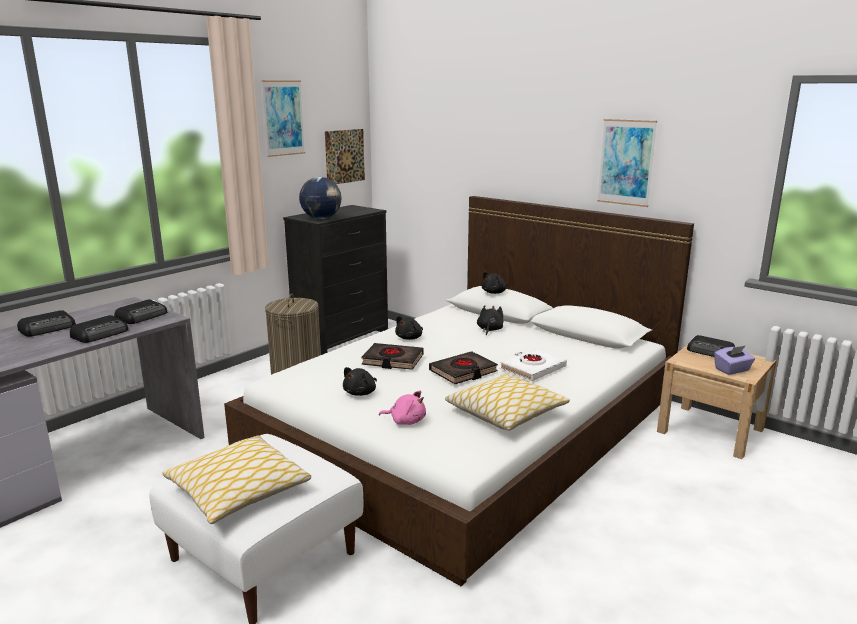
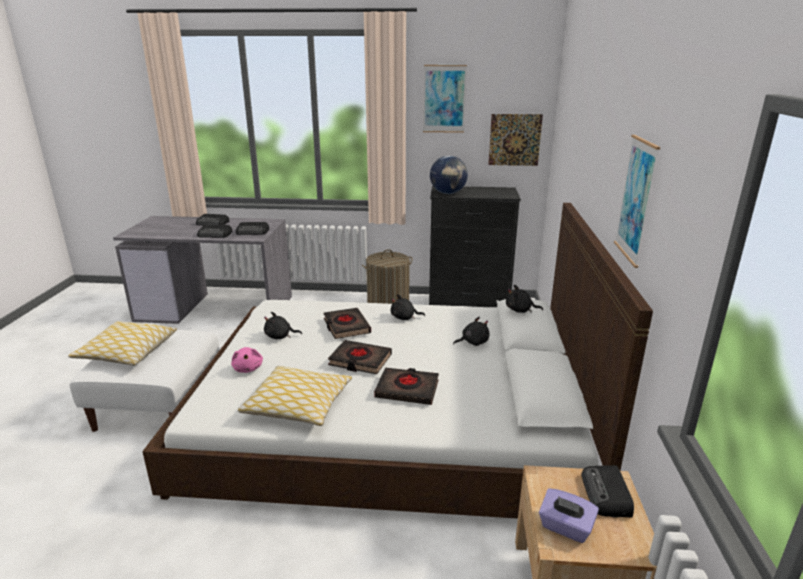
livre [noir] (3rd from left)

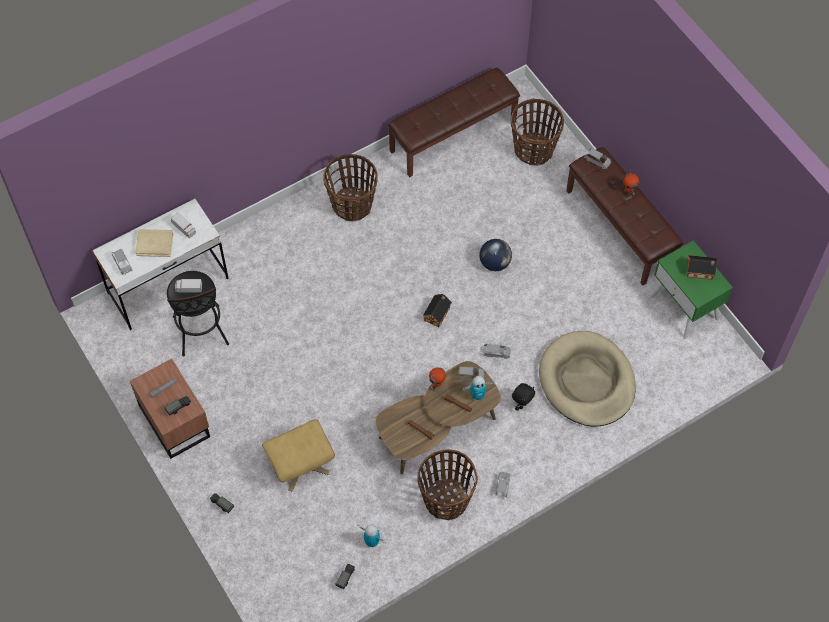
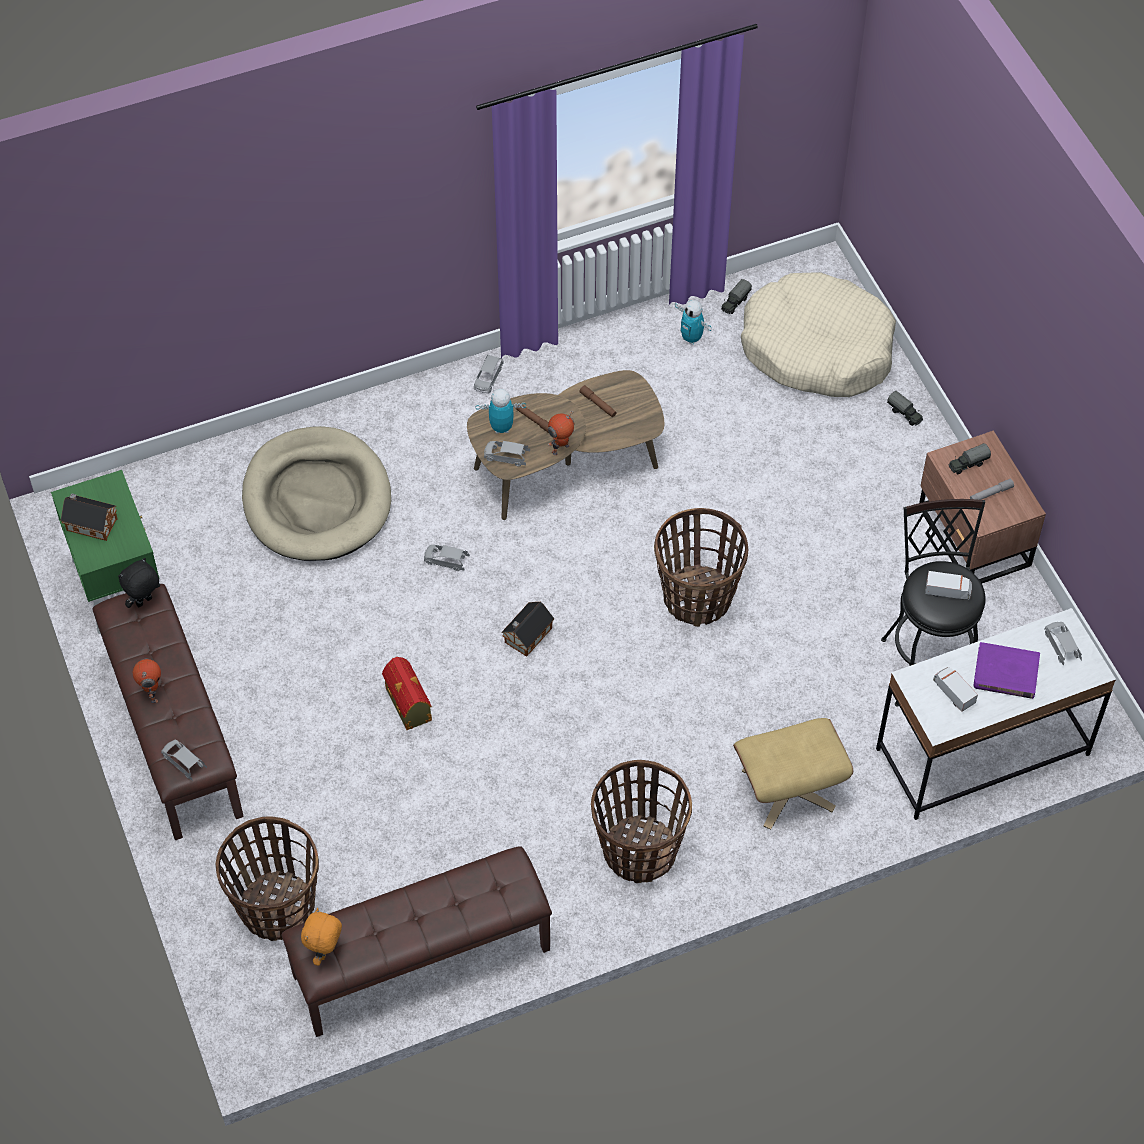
peluche [noir]
peluche [orange]
maison miniature (2nd from left)
panier (3rd from left)
pouf [beige]
panier pour chien [beige] (2nd from left)
livre [violet]

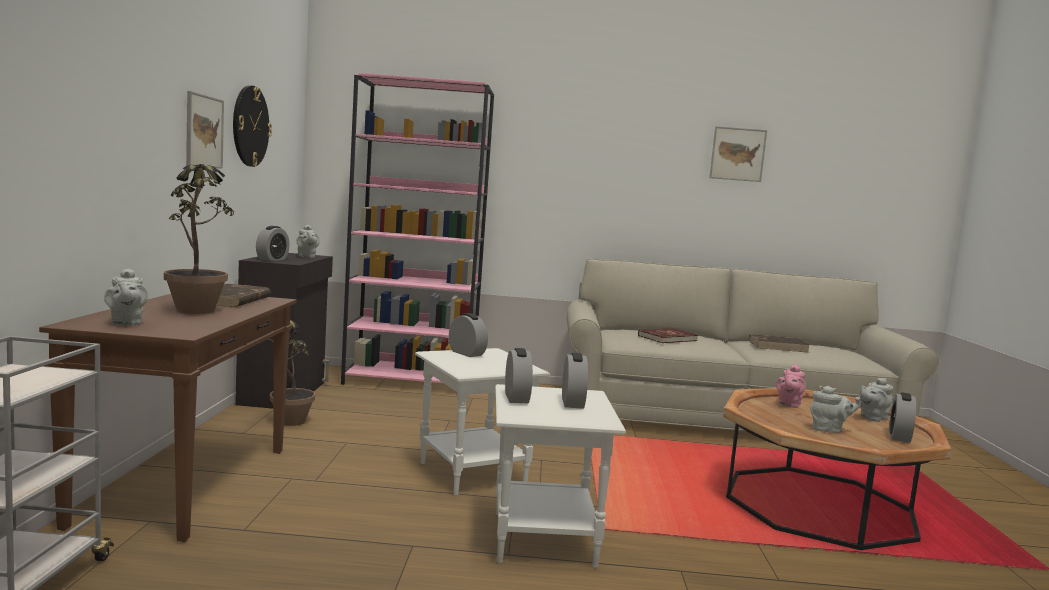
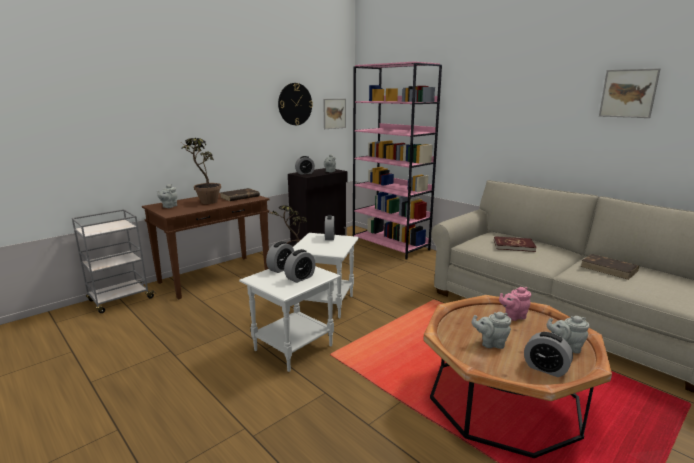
tableau (1st from left)
théière [gris] (3rd from left)
réveil (5th from left)

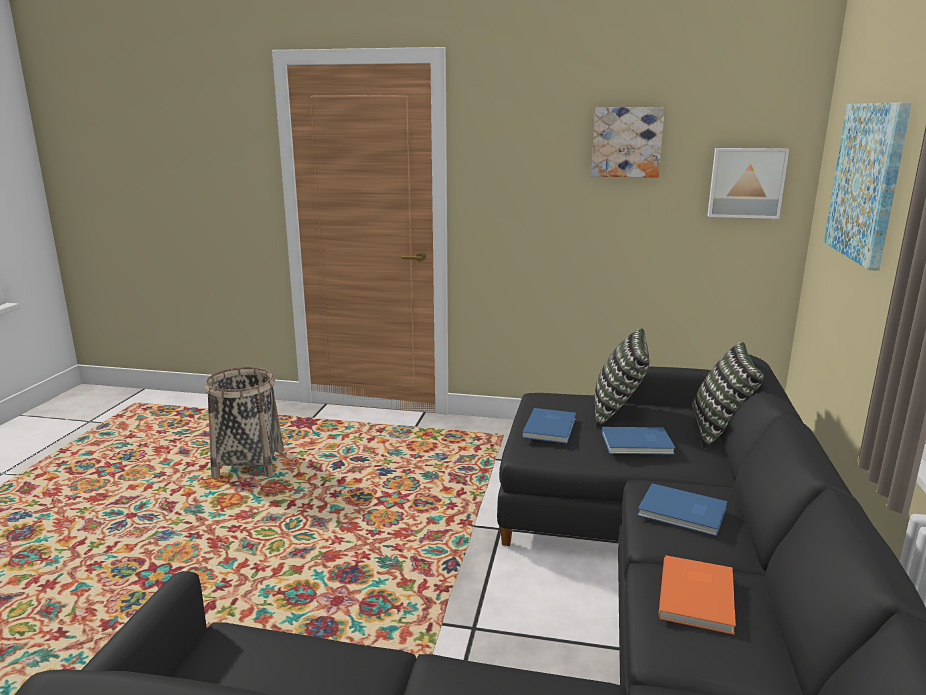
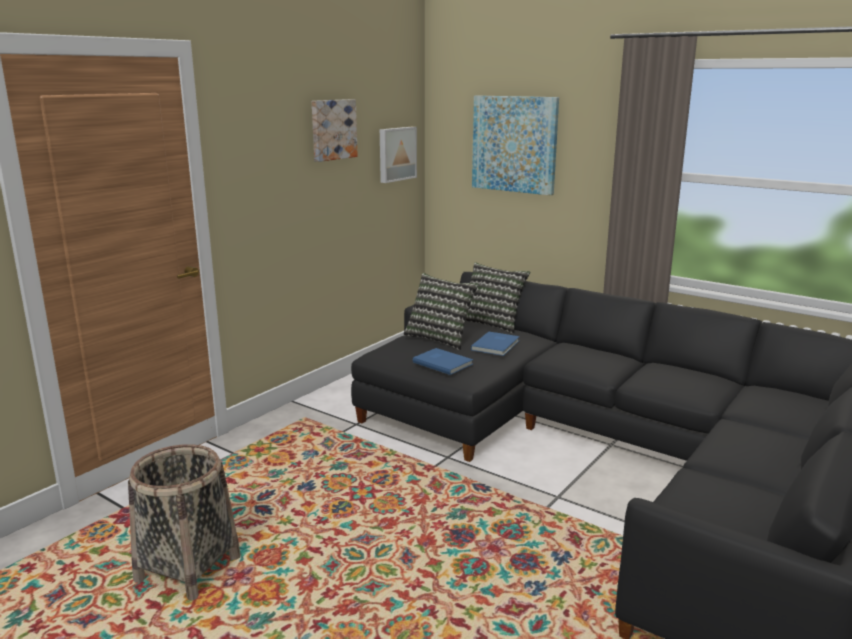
livre [bleu] (3rd from left in the first image)
livre [orange]

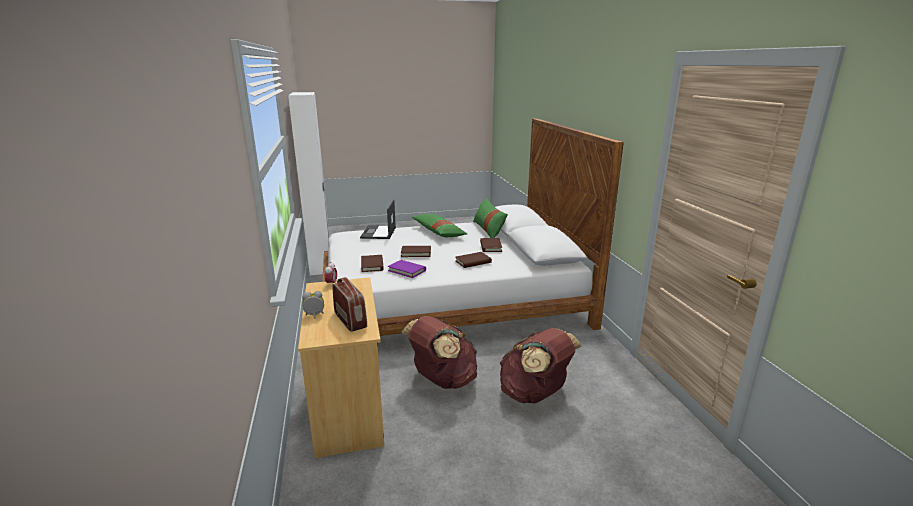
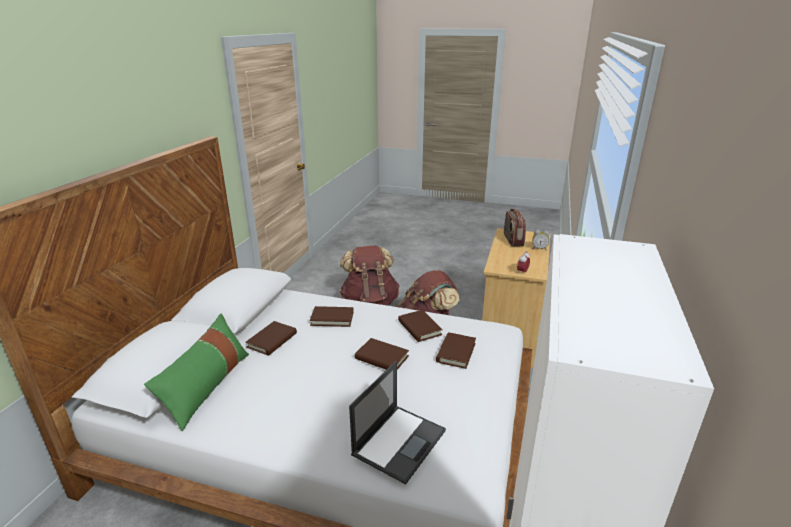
livre [marron] (4th from left)
coussin [vert] (1st from left in the first image)

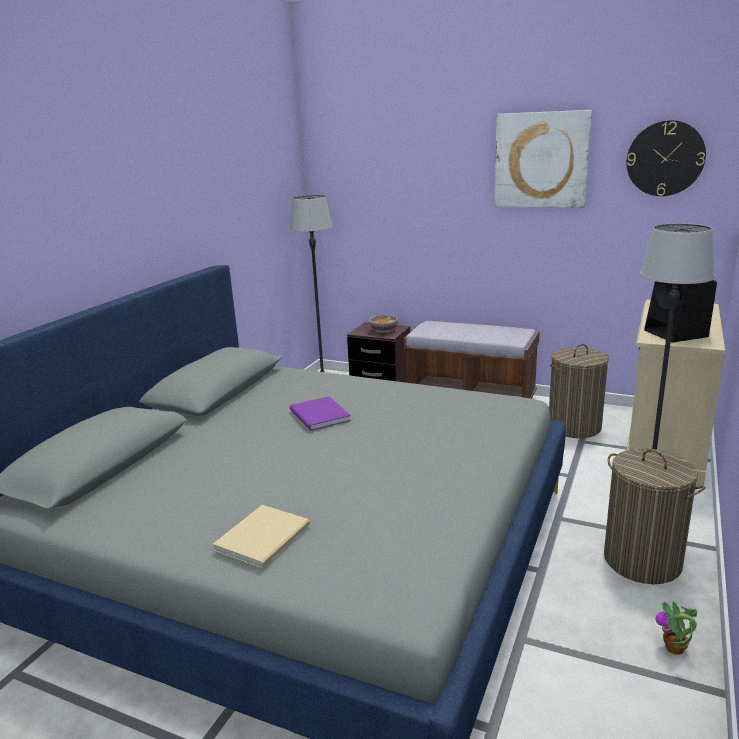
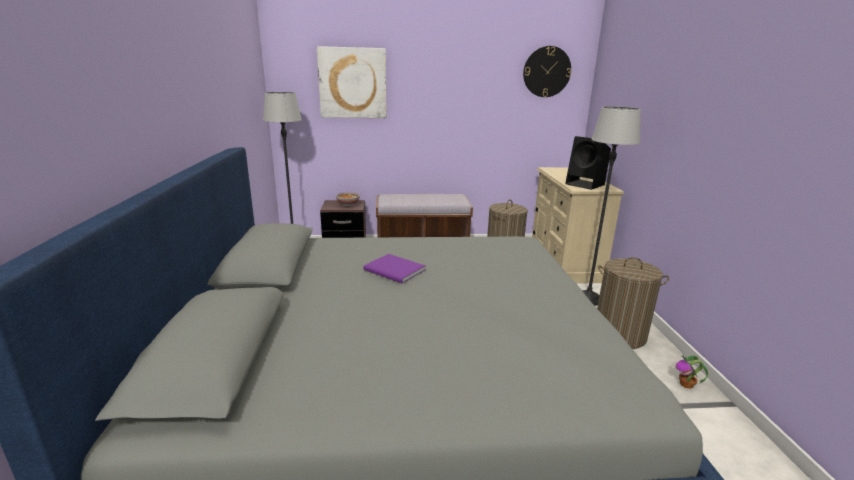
tableau
livre [beige]

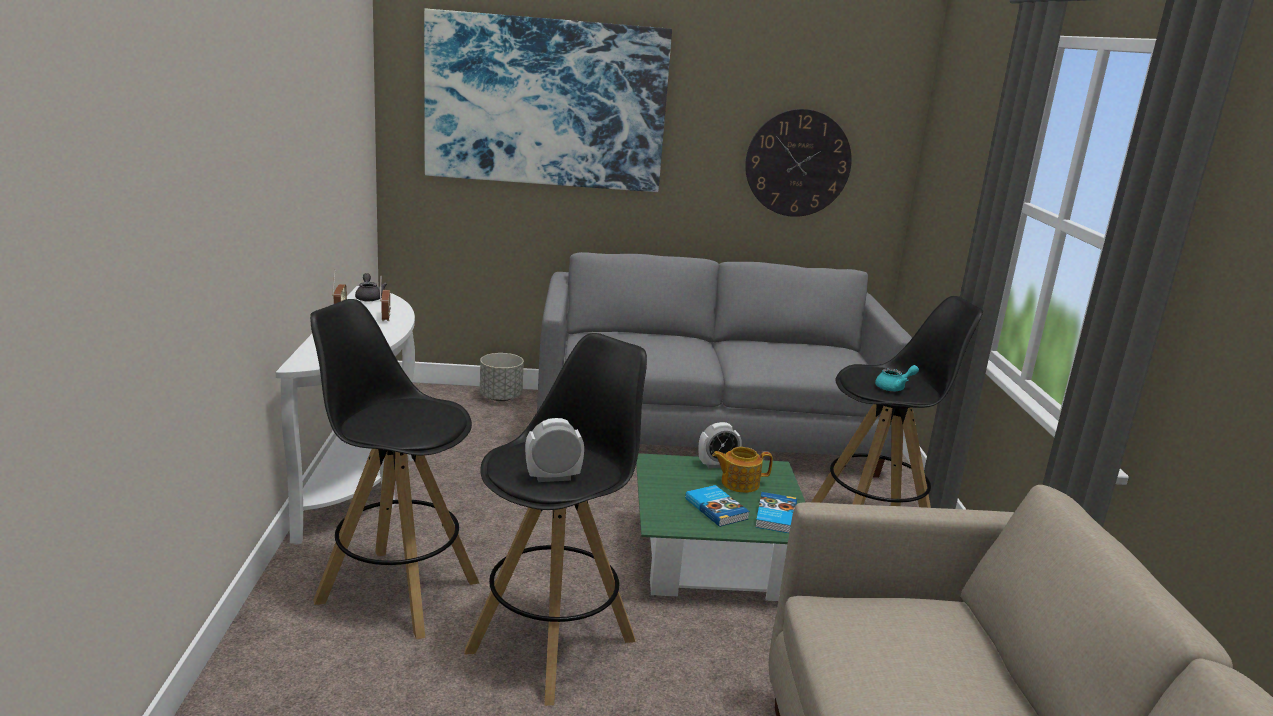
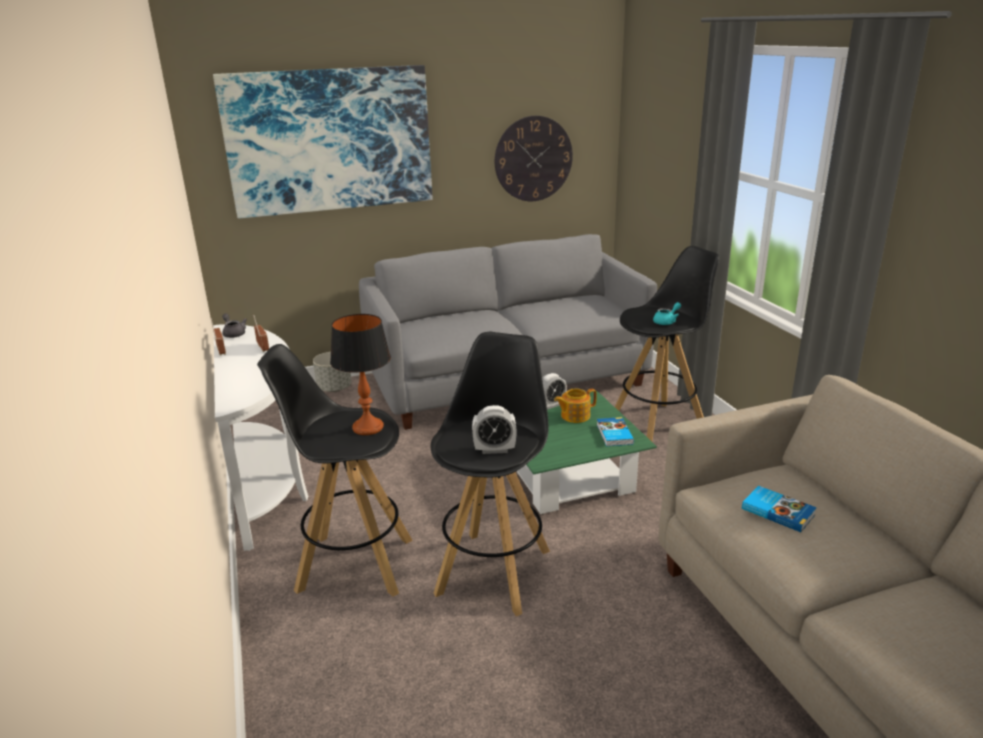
lampe de table
réveil (1st from left)
livre (2nd from left)

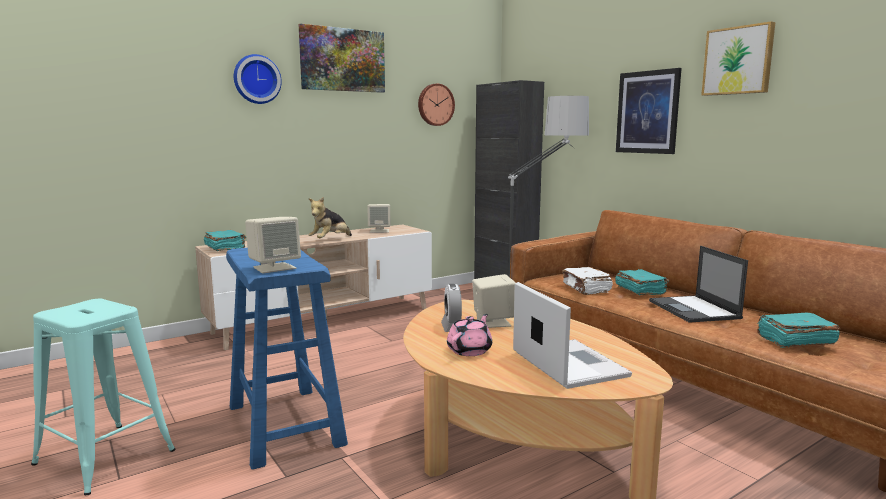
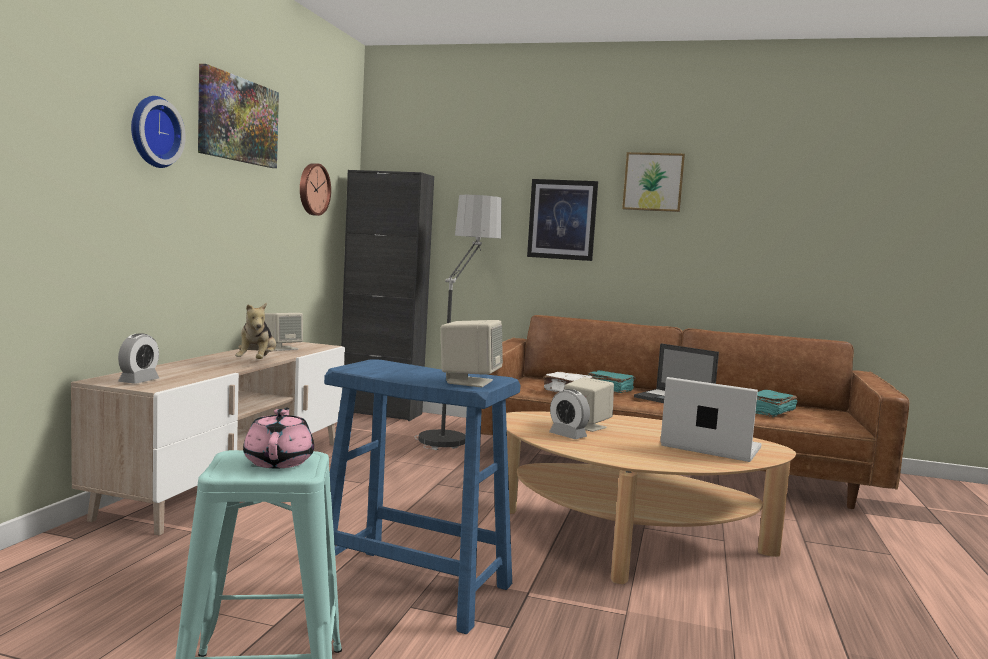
réveil (1st from left)
théière [rose]

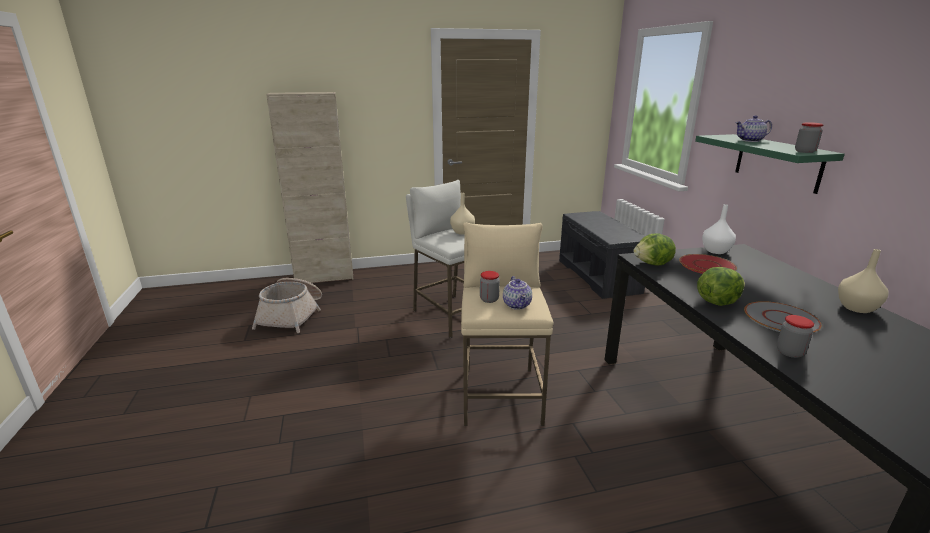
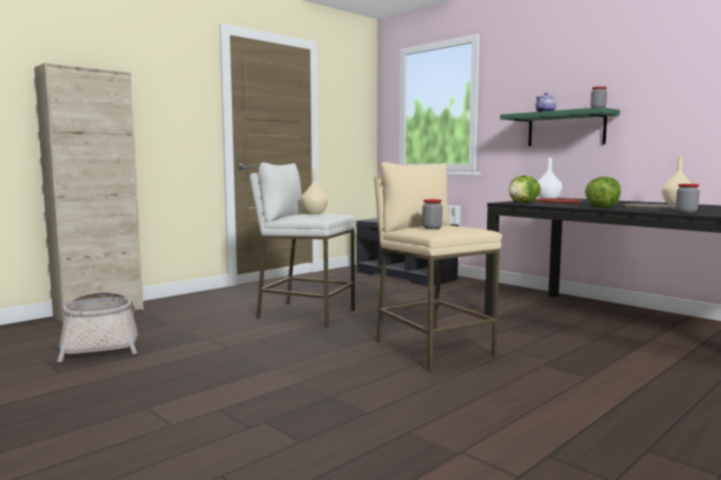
théière (1st from left in the first image)

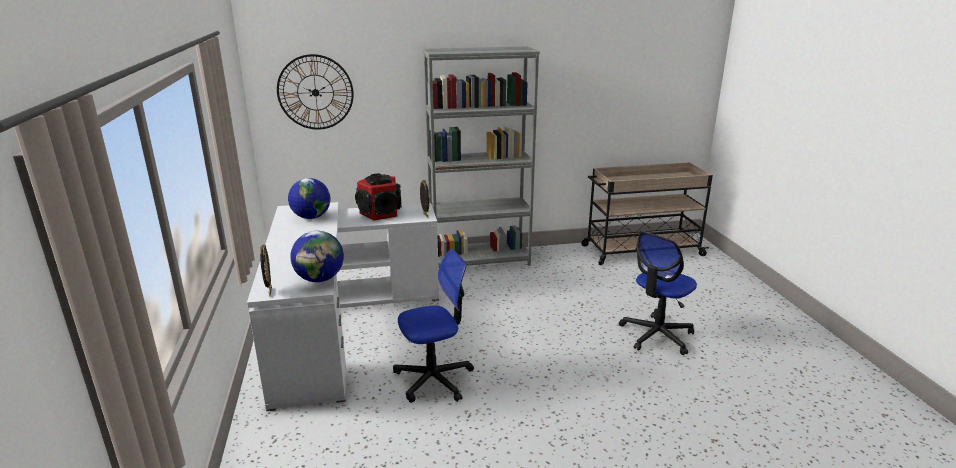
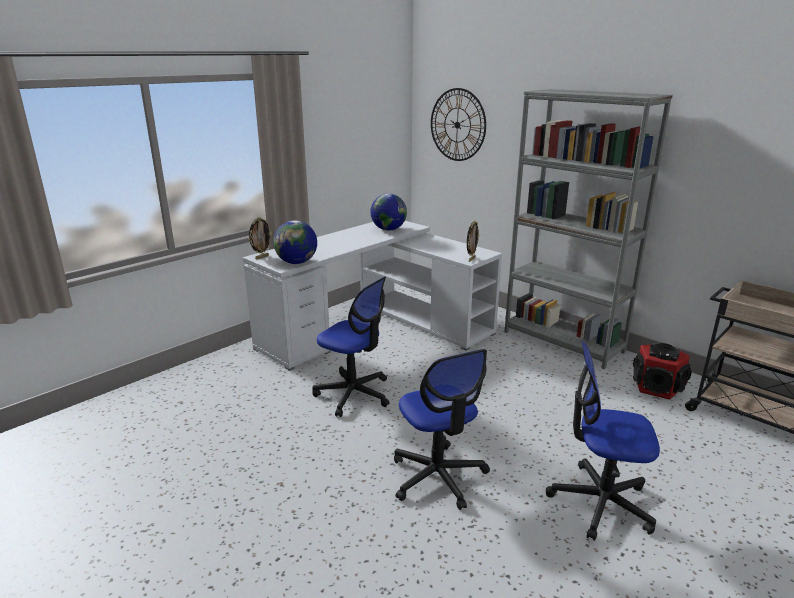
chaise de bureau (2nd from left)
enceinte

